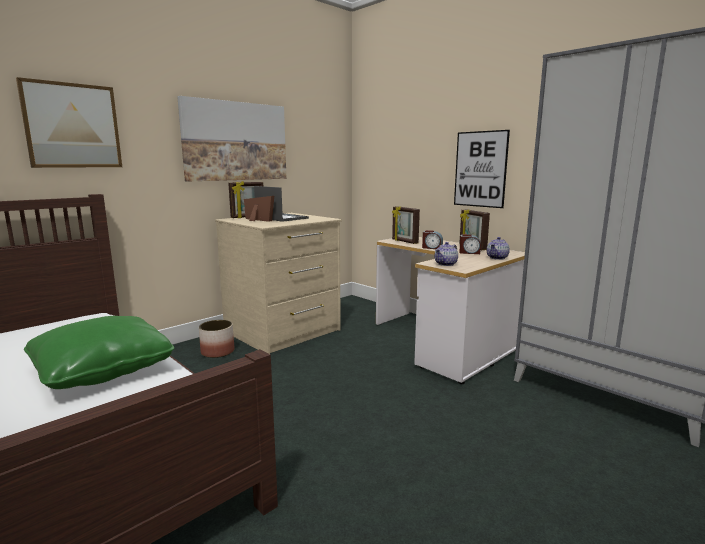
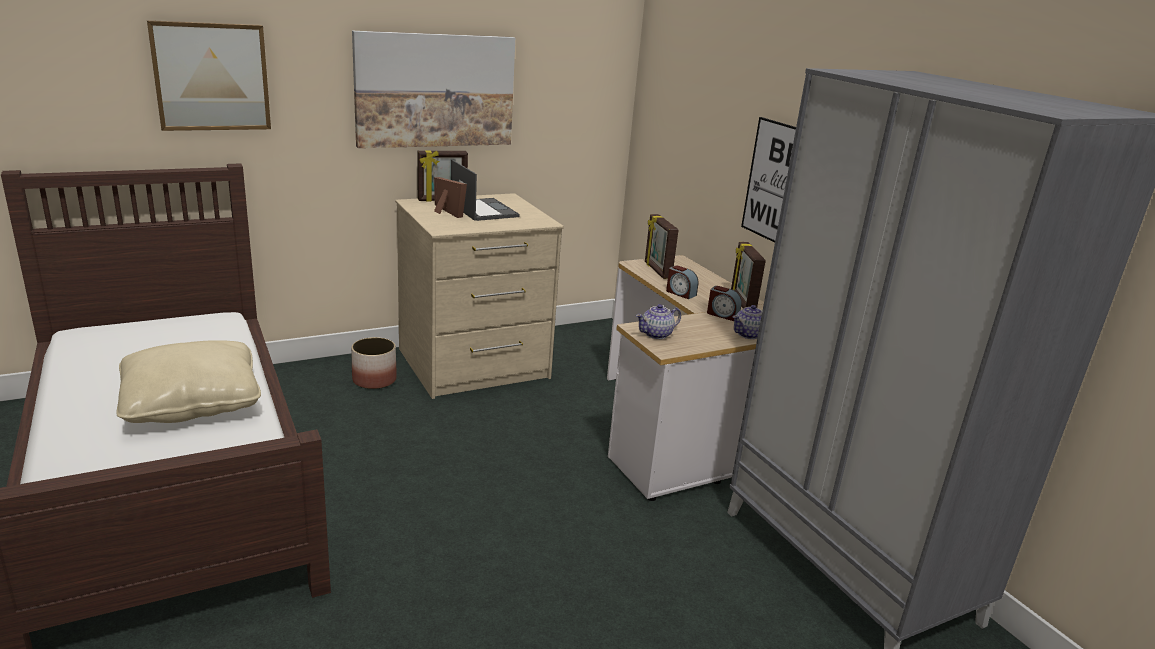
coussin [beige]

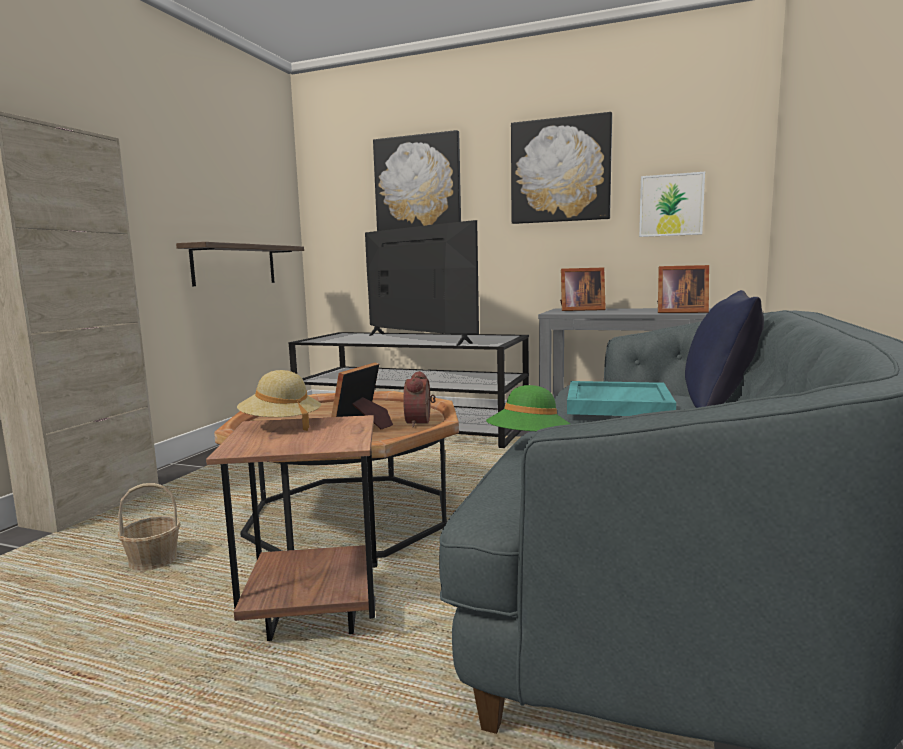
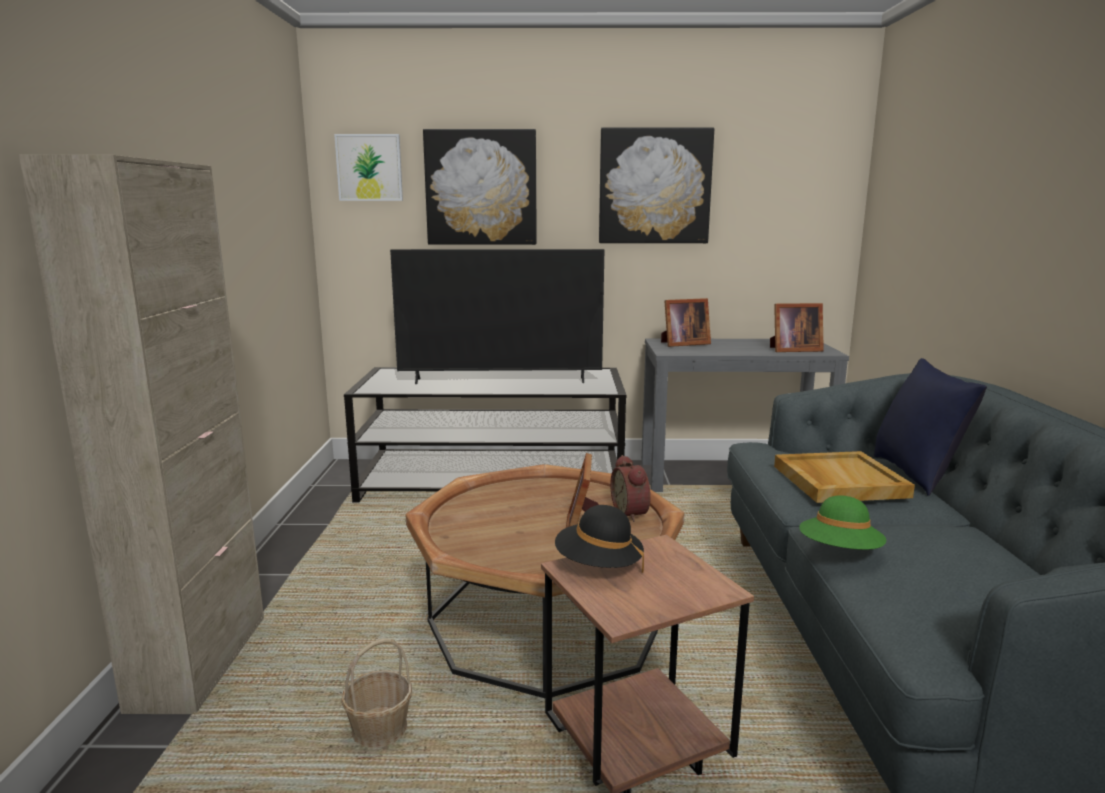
tableau (1st from left)
téléviseur
chapeau [noir]
plateau [beige]
étagère

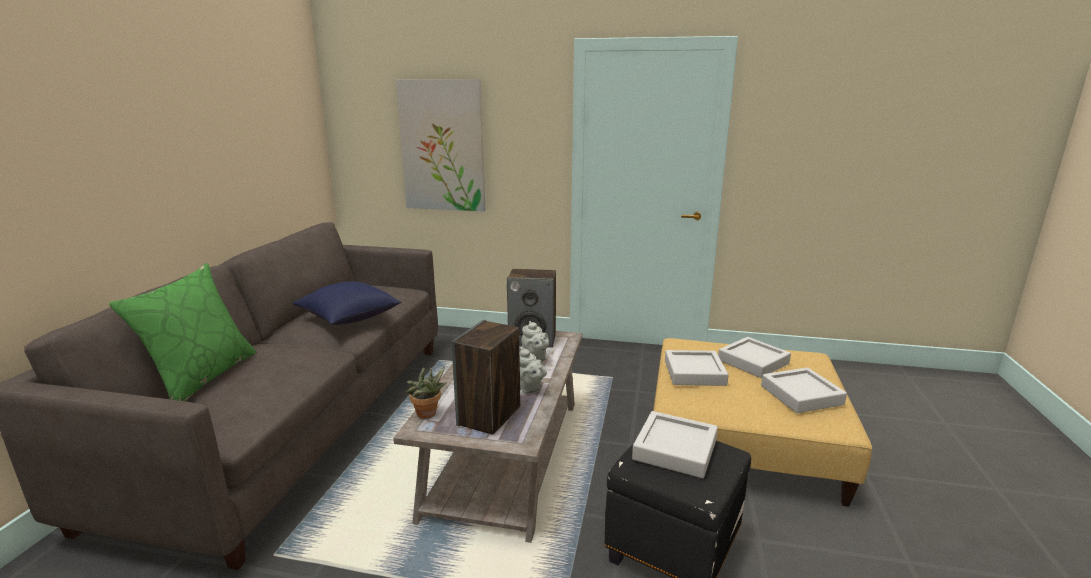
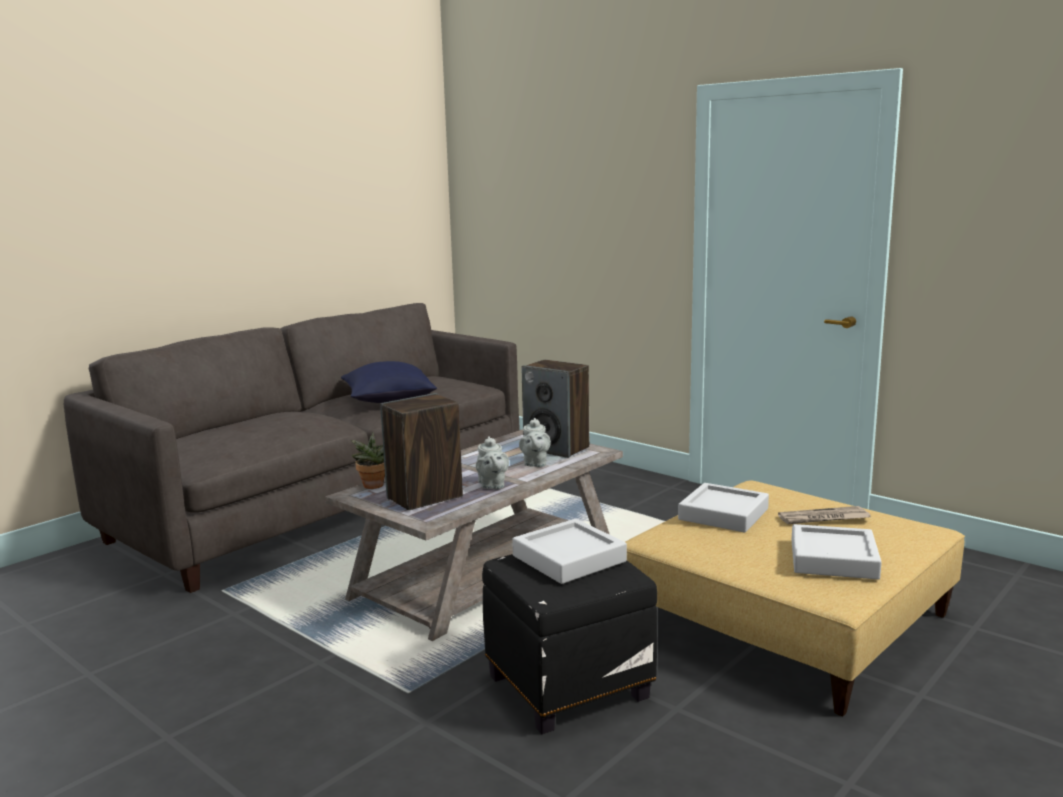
journal
coussin [vert]
tableau

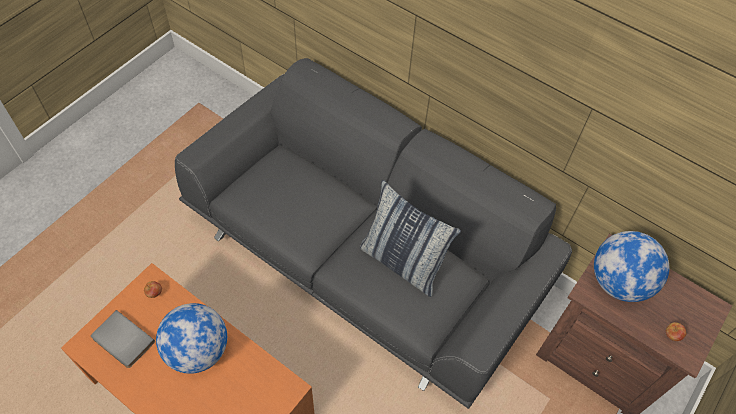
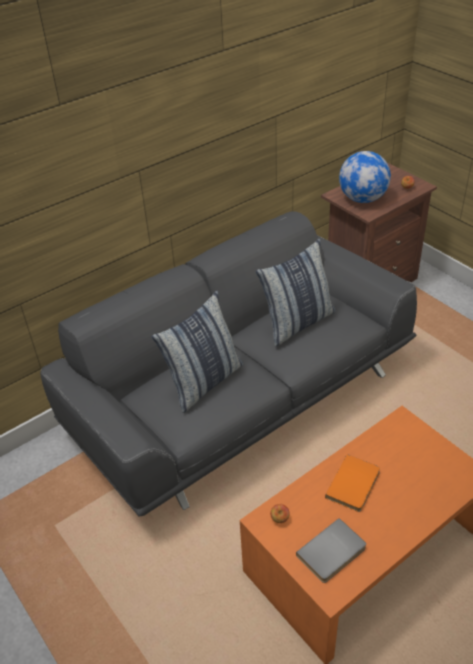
coussin (1st from left)
livre [orange]

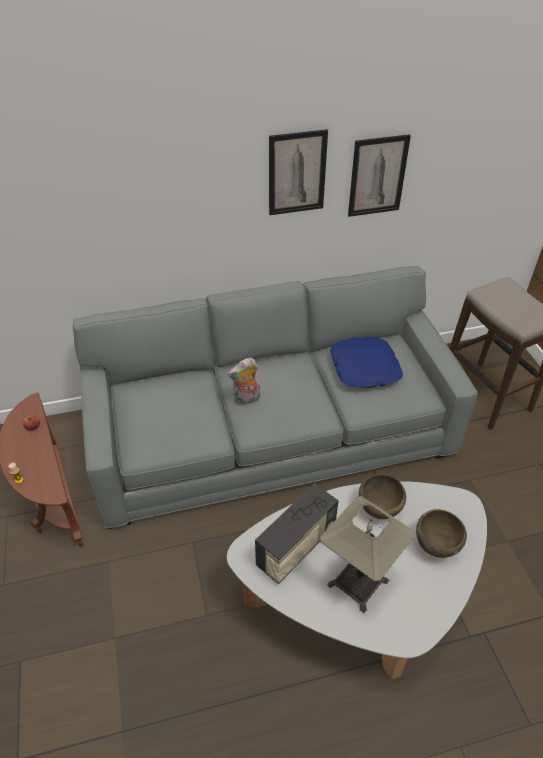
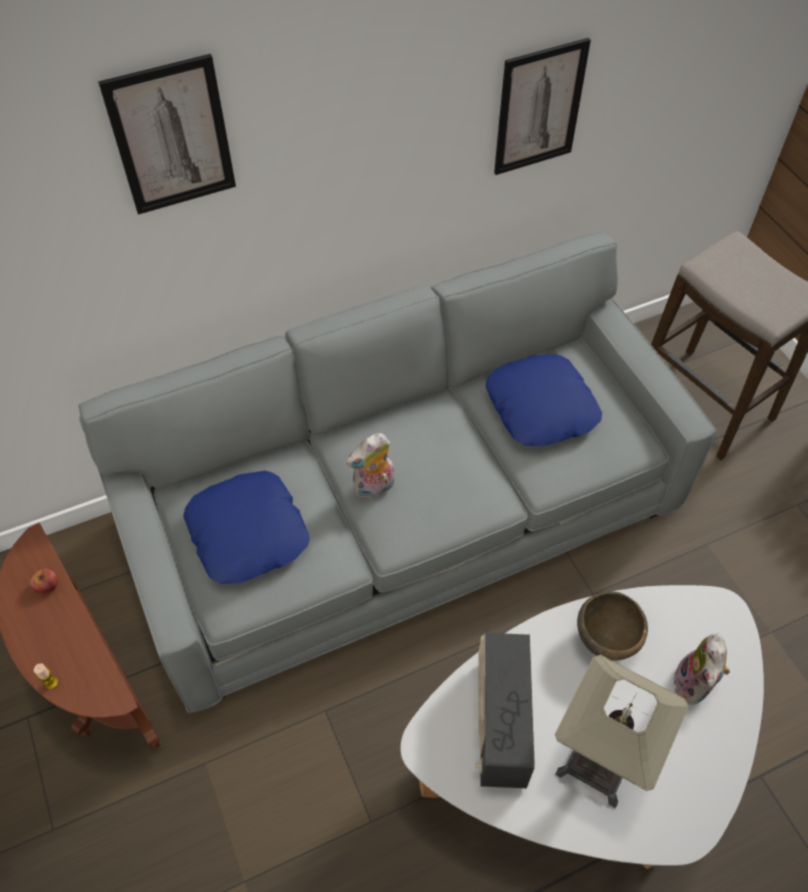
tableau (1st from left)
coussin [bleu] (1st from left)
radio
peluche (2nd from left)

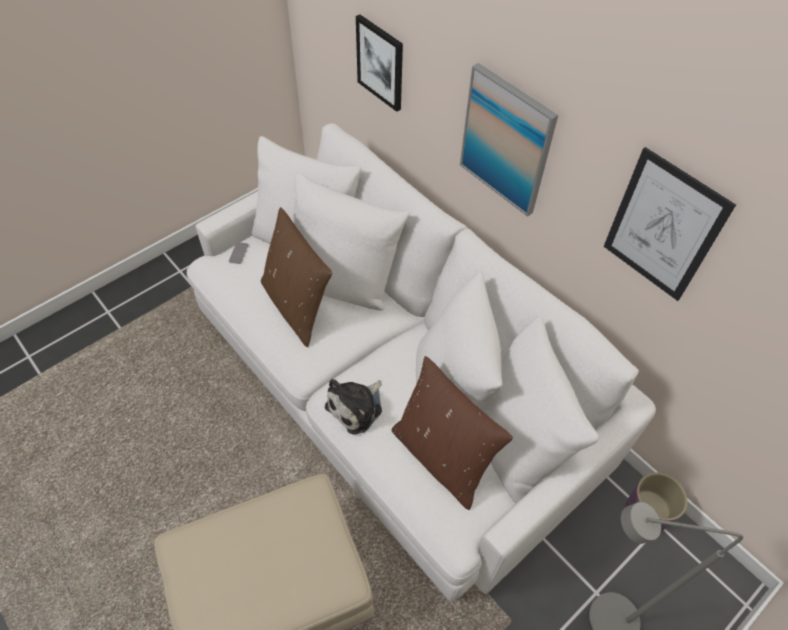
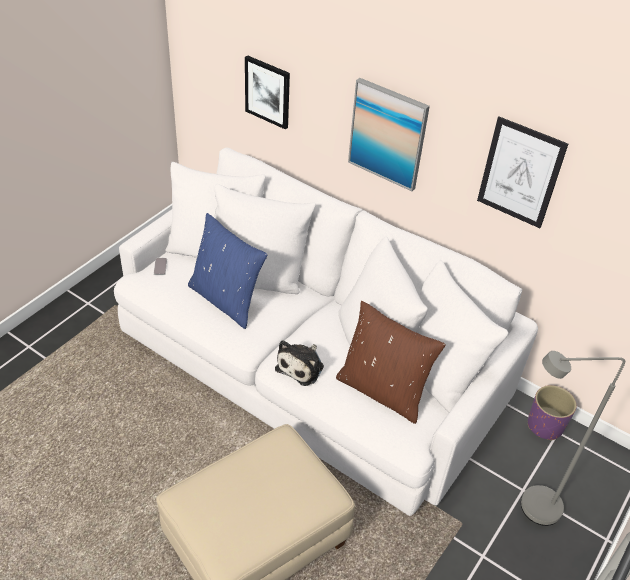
coussin [bleu]

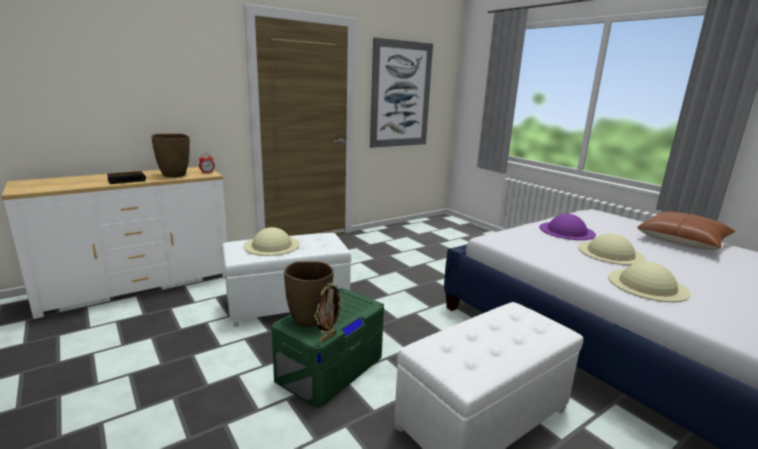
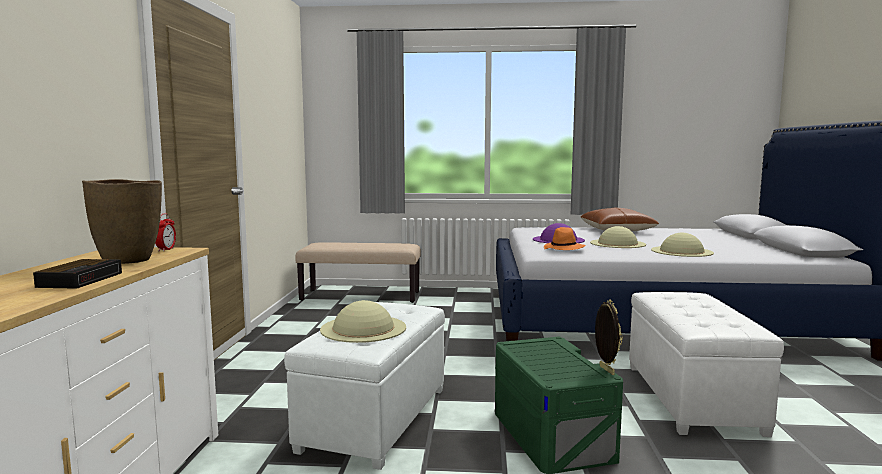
banc [beige]
chapeau [orange]
vase [marron] (2nd from left in the first image)
tableau

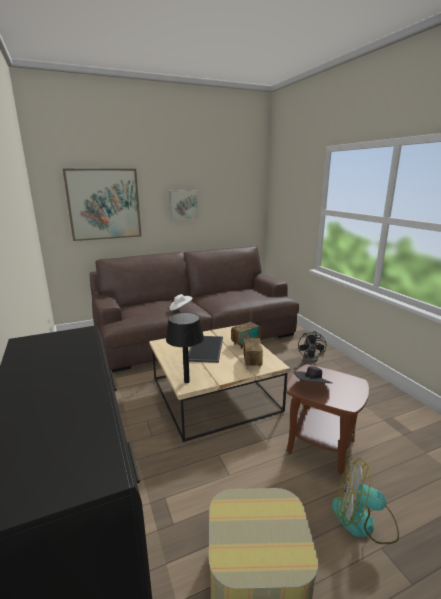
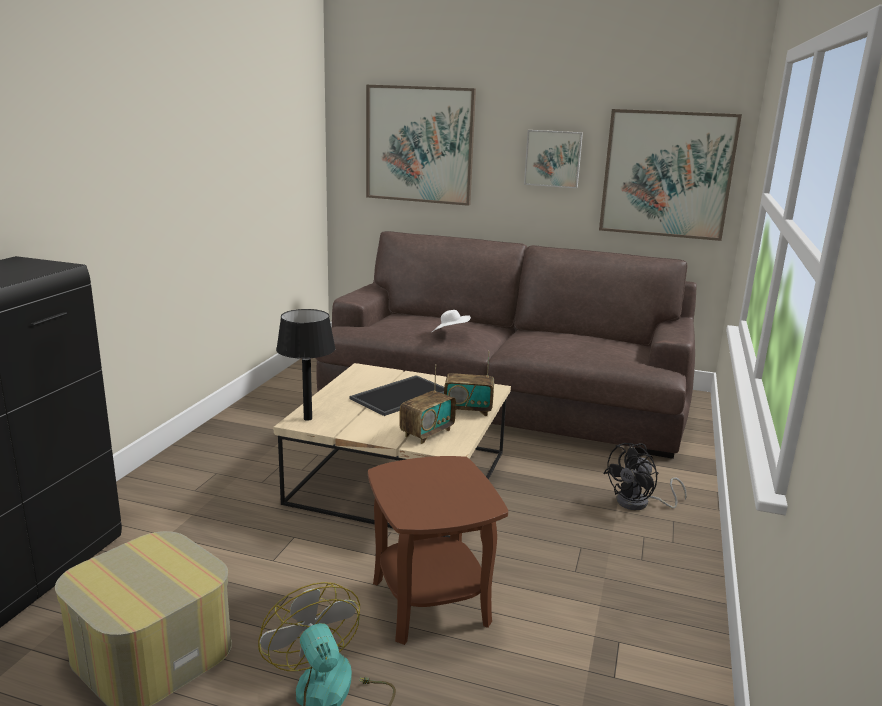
tableau (3rd from left)
chapeau [noir]

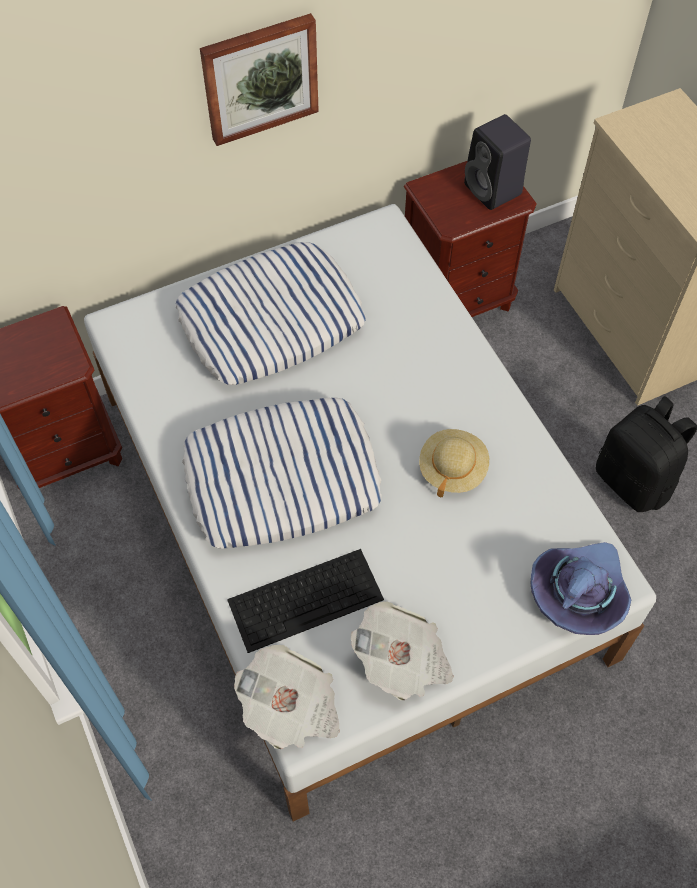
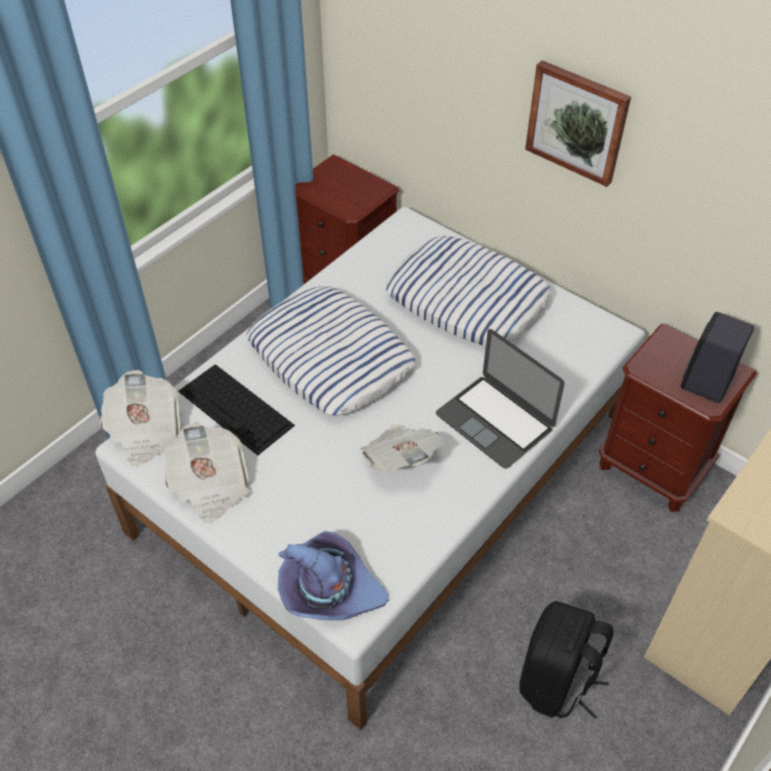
journal (3rd from left)
ordinateur portable

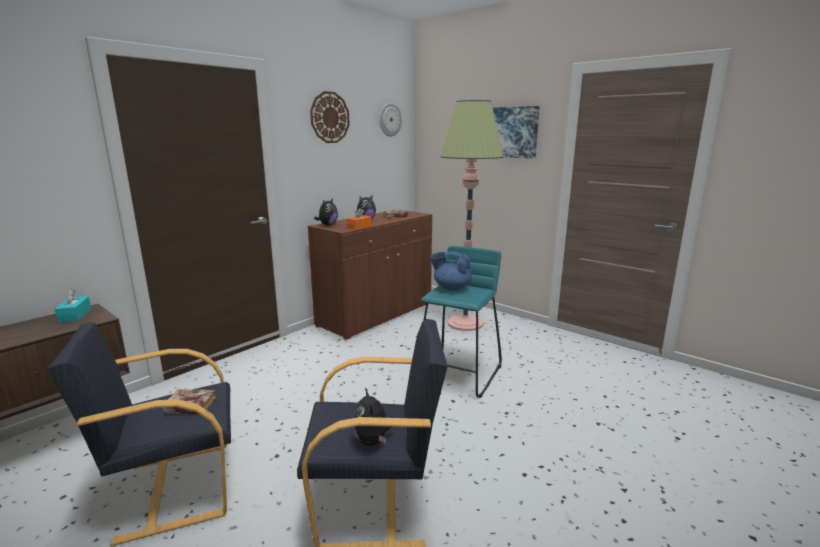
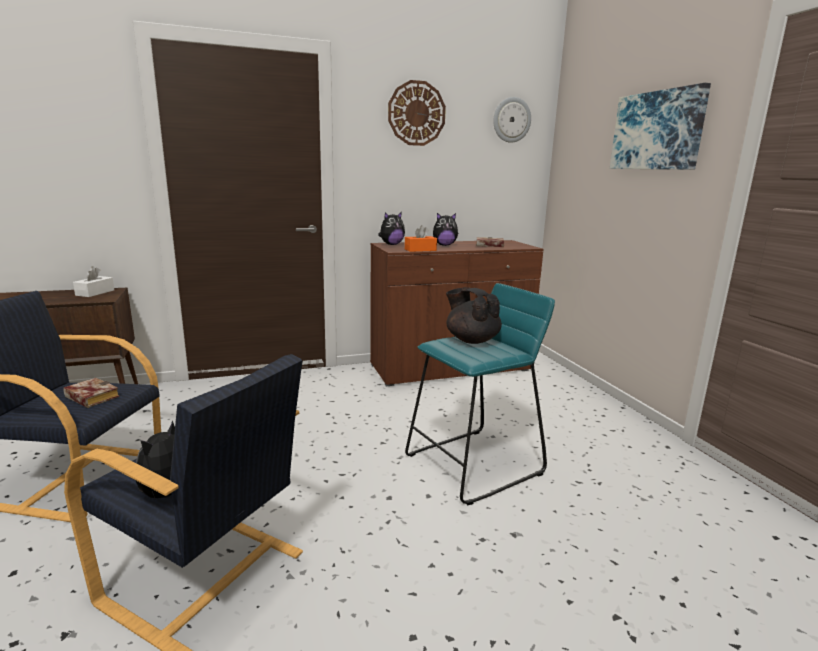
boîte à mouchoirs [blanc]
théière [noir]
lampadaire

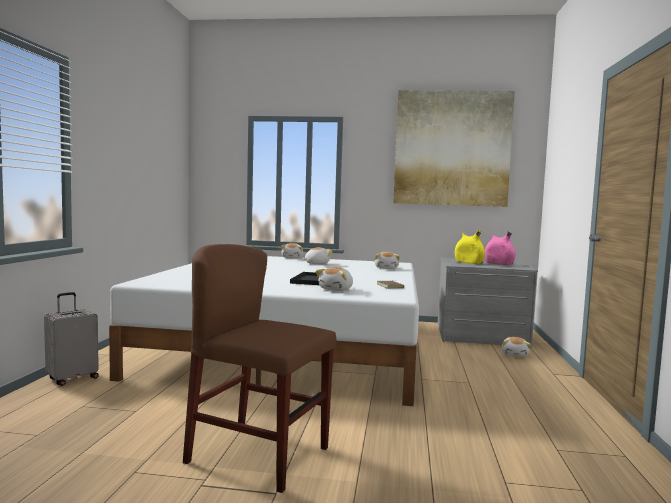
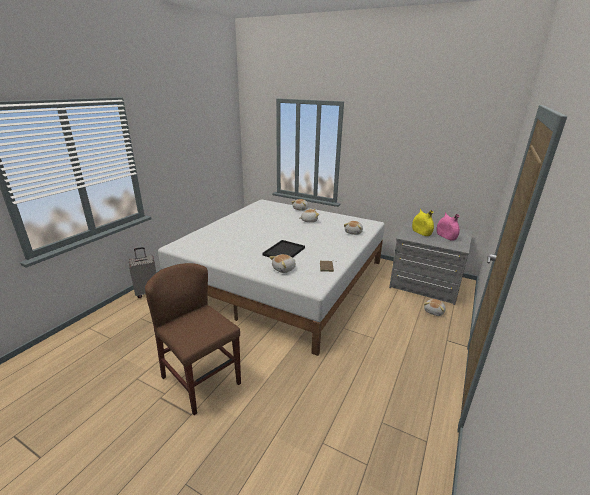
tableau

